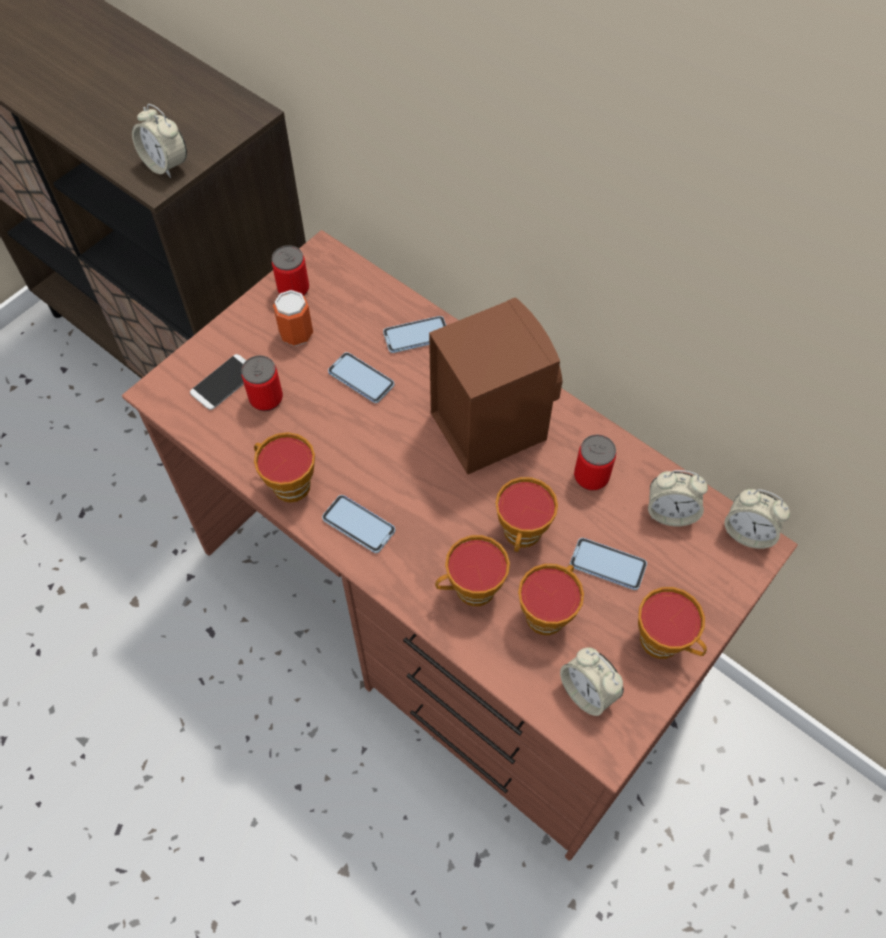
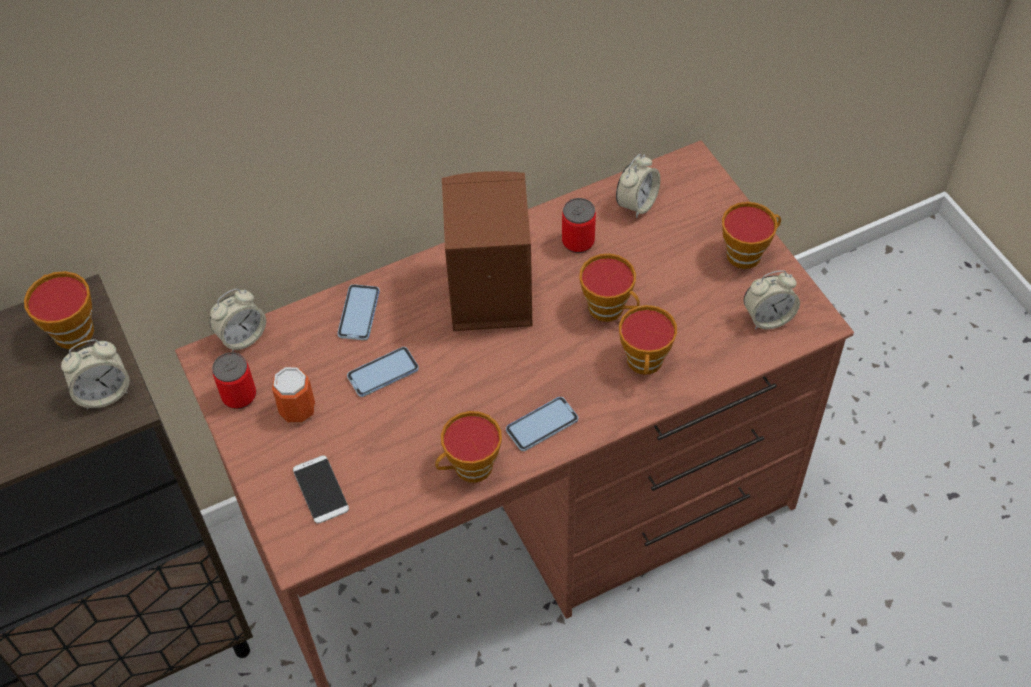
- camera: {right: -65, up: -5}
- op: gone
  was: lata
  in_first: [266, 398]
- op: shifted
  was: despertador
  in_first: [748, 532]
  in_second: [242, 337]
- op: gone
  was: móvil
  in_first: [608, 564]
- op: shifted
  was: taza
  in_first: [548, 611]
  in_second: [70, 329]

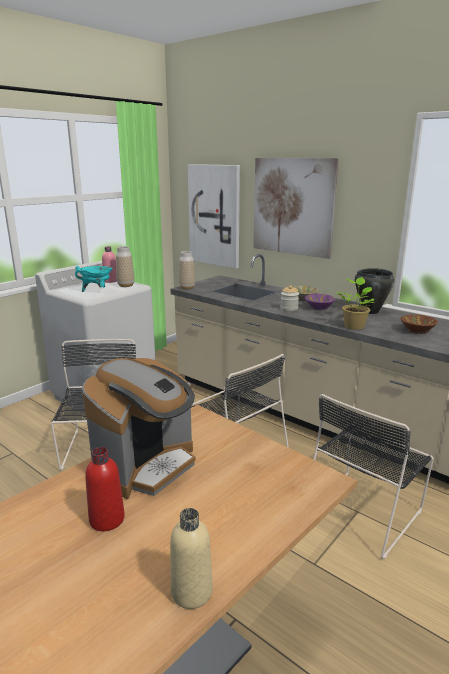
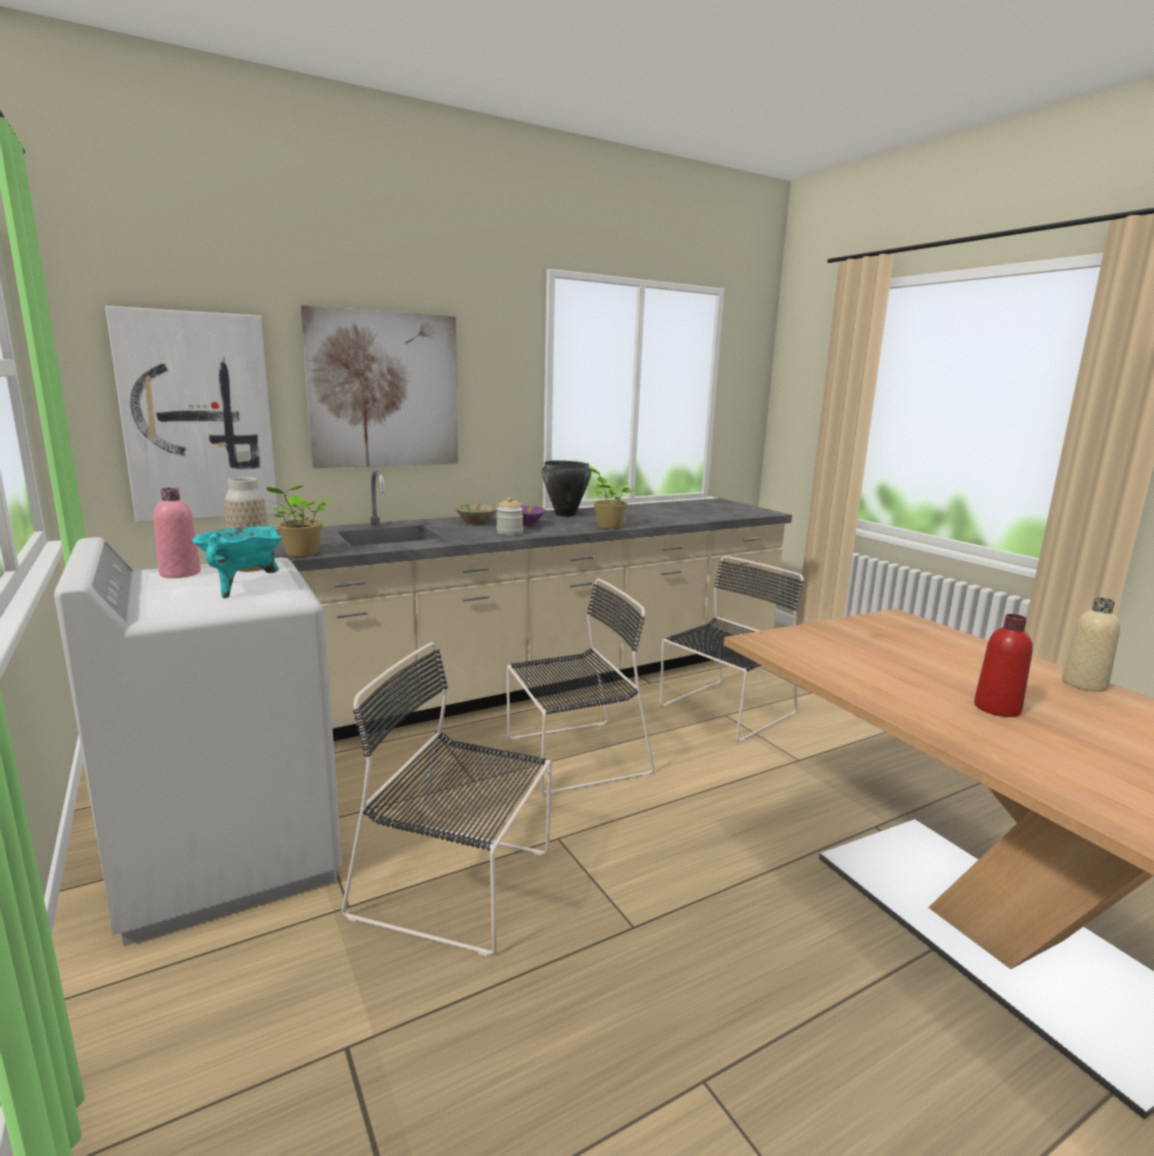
- camera: {right: -70, up: -5}
- op: swapped
  was: florero
  now: planta en maceta
  in_first: [187, 288]
  in_second: [300, 554]
- op: gone
  was: cuenco [marrón]
  in_first: [417, 331]
- op: gone
  was: cafetera
  in_first: [146, 465]
- op: rotated
  was: silla [negro]
  in_first: [364, 510]
  in_second: [724, 711]
  clockwise: -105

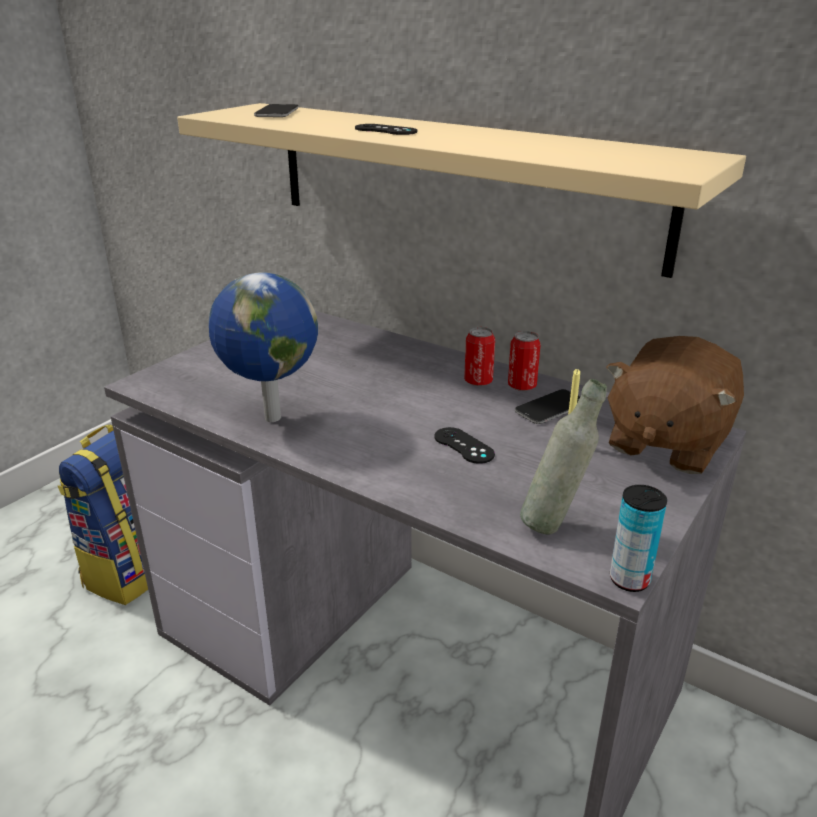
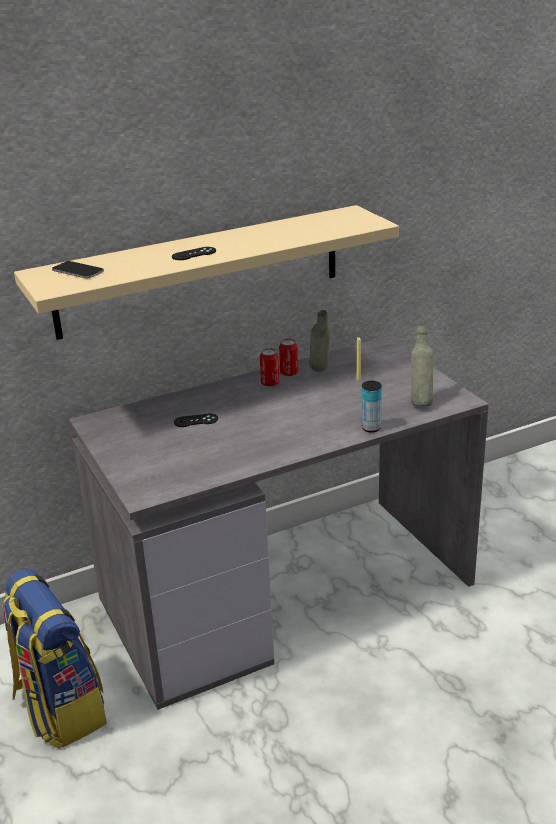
- camera: {right: -60, up: 0}
- op: gone
  was: globo terráqueo
  in_first: [270, 418]
- op: gone
  was: peluche [marrón]
  in_first: [666, 443]
- op: swapped
  was: móvil
  now: botella [gris]
  in_first: [550, 408]
  in_second: [320, 373]
- op: shifted
  was: mando de consola [negro]
  in_first: [463, 445]
  in_second: [196, 420]
- op: shifted
  was: lata
  in_first: [629, 580]
  in_second: [371, 428]

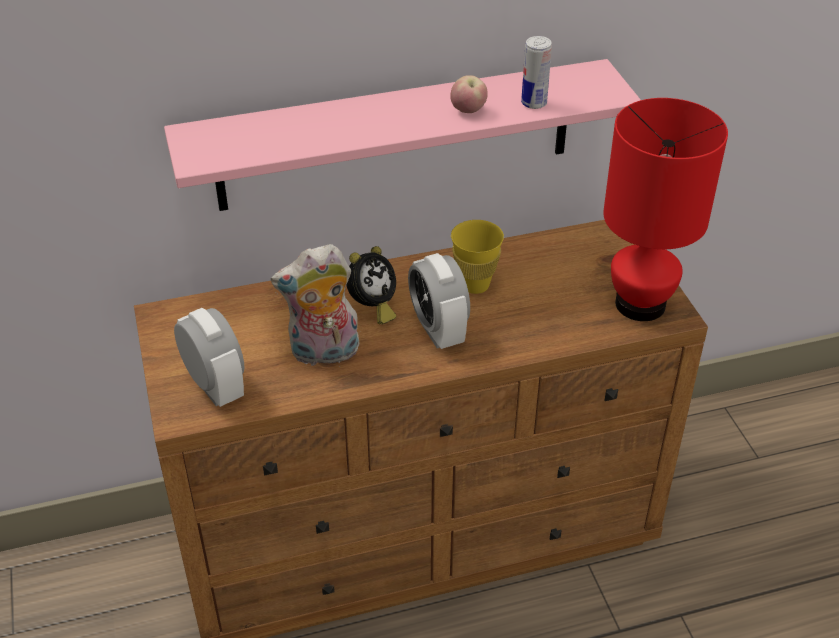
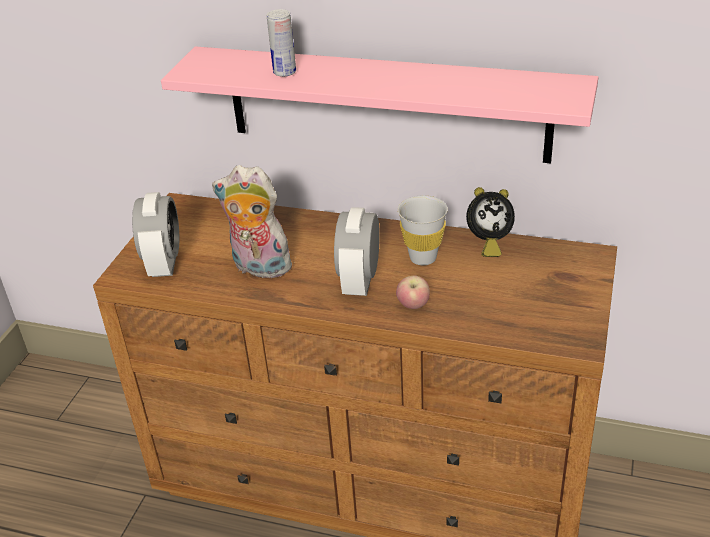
- camera: {right: 35, up: -5}
- op: shifted
  was: lata
  in_first: [534, 103]
  in_second: [284, 72]
- op: shifted
  was: manzana
  in_first: [468, 111]
  in_second: [413, 306]
- op: gone
  was: lámpara de mesa [rojo]
  in_first: [640, 303]
- op: repainted
  was: taza [amarillo]
  now: taza [blanco]
  in_first: [475, 285]
  in_second: [423, 258]
- op: shifted
  was: despertador
  in_first: [372, 307]
  in_second: [487, 243]

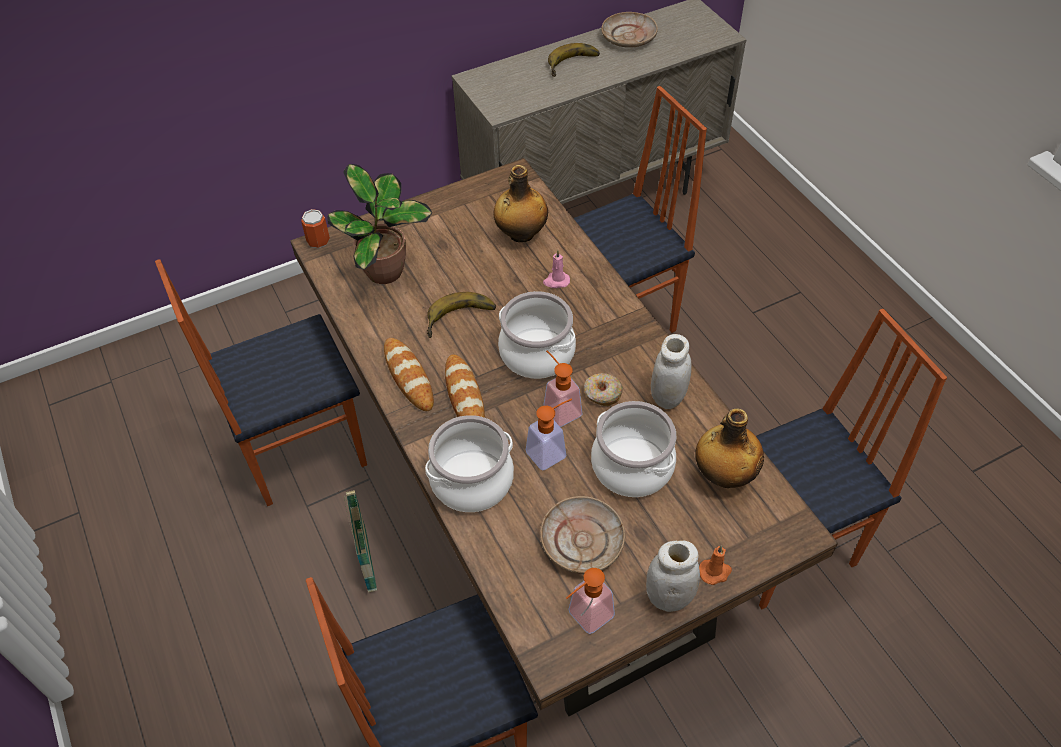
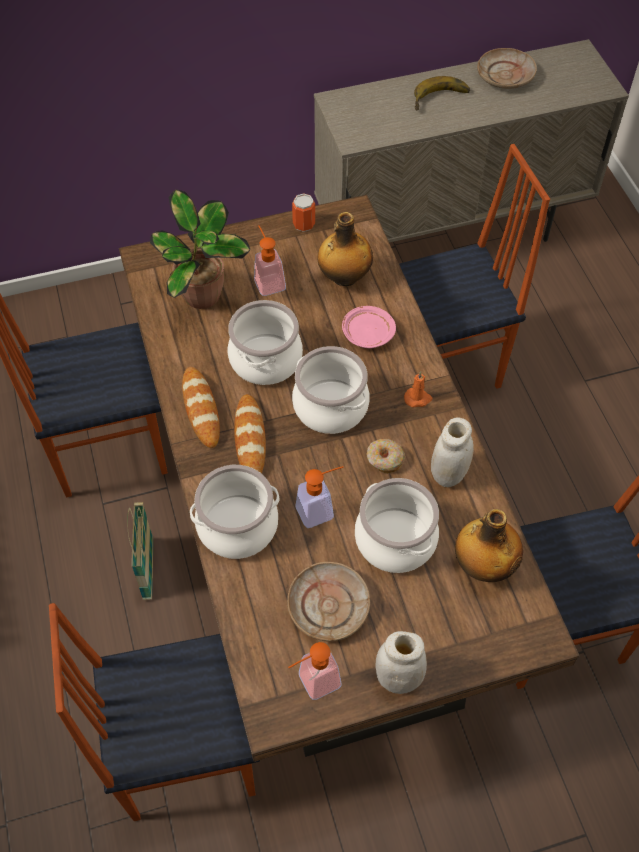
- camera: {right: 10, up: 5}
- op: shifted
  was: lata
  in_first: [318, 241]
  in_second: [304, 224]
- op: swapped
  was: vela [rosa]
  now: plato [rosa]
  in_first: [556, 281]
  in_second: [367, 333]
- op: swapped
  was: plátano
  now: olla
  in_first: [461, 320]
  in_second: [265, 359]
- op: shifted
  was: dispensador de jabón
  in_first: [558, 408]
  in_second: [268, 280]
- op: shifted
  was: vela [naranja]
  in_first: [715, 572]
  in_second: [418, 398]

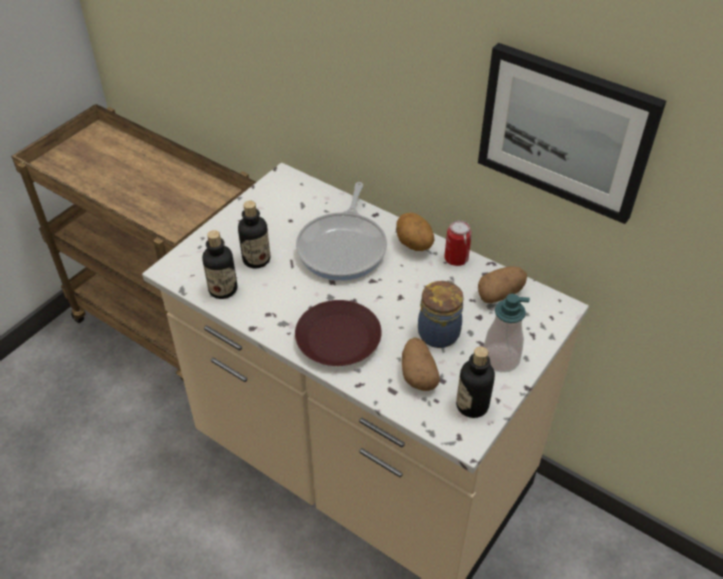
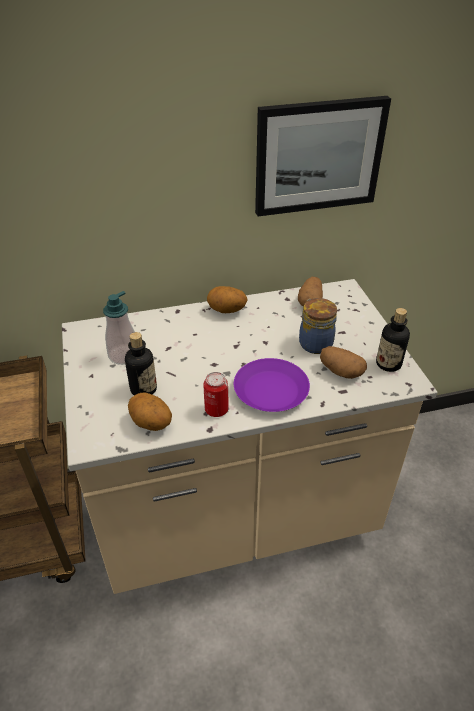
- camera: {right: -50, up: -5}
- op: gone
  was: sartén
  in_first: [344, 247]
- op: shifted
  was: lata
  in_first: [456, 259]
  in_second: [216, 410]
- op: swapped
  was: botella
  now: patata
  in_first: [223, 289]
  in_second: [151, 424]
- op: shifted
  was: dispensador de jabón
  in_first: [500, 359]
  in_second: [123, 355]
- op: repainted
  was: plato [marrón]
  now: plato [morado]
  in_first: [338, 340]
  in_second: [271, 391]

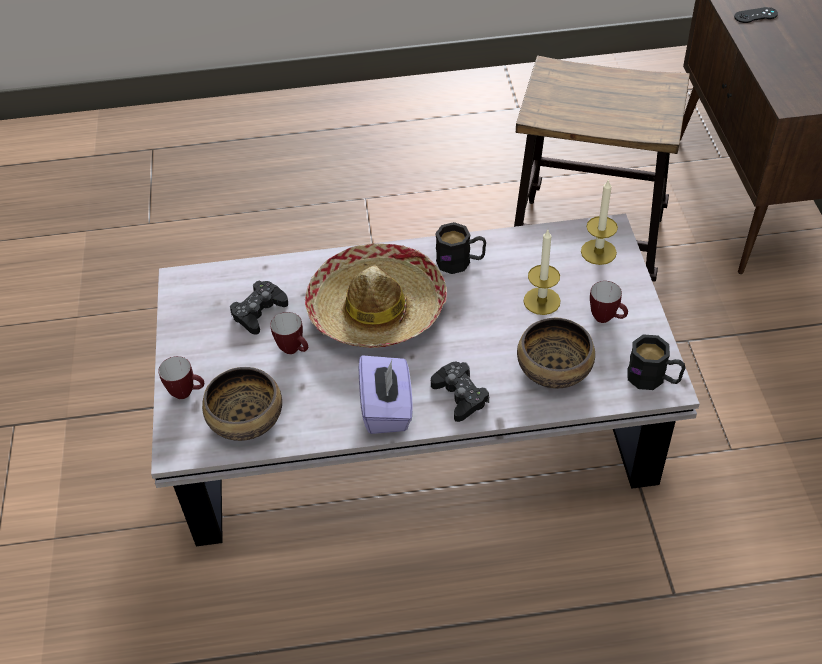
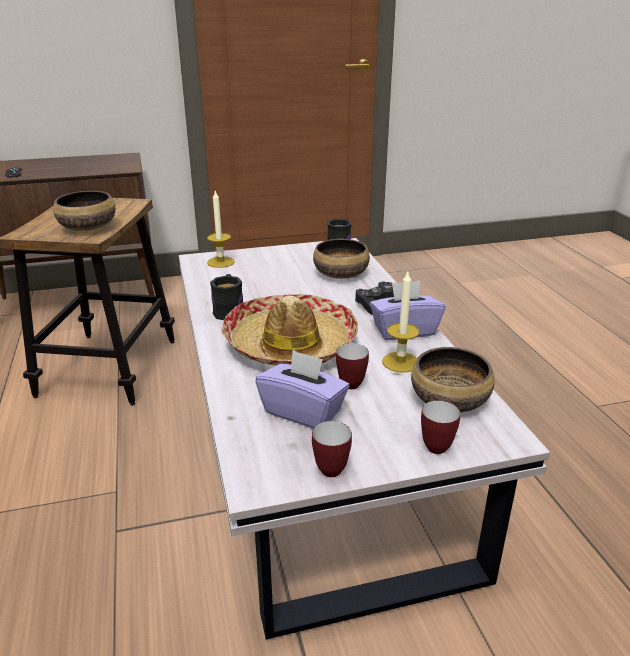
- camera: {right: -100, up: -20}
- op: shifted
  was: vela
  in_first: [541, 301]
  in_second: [400, 362]
- op: swapped
  was: mando de consola [negro]
  now: caja de pañuelos [morado]
  in_first: [259, 312]
  in_second: [303, 411]
- op: shifted
  was: taza grande
  in_first: [607, 318]
  in_second: [332, 467]
- op: new
  now: cuenco
  in_second: [88, 227]

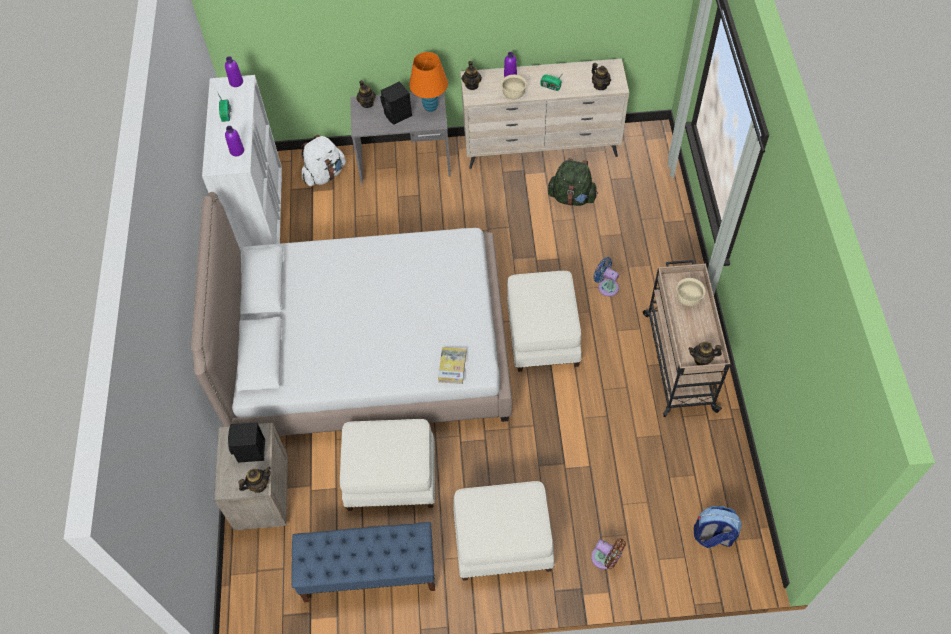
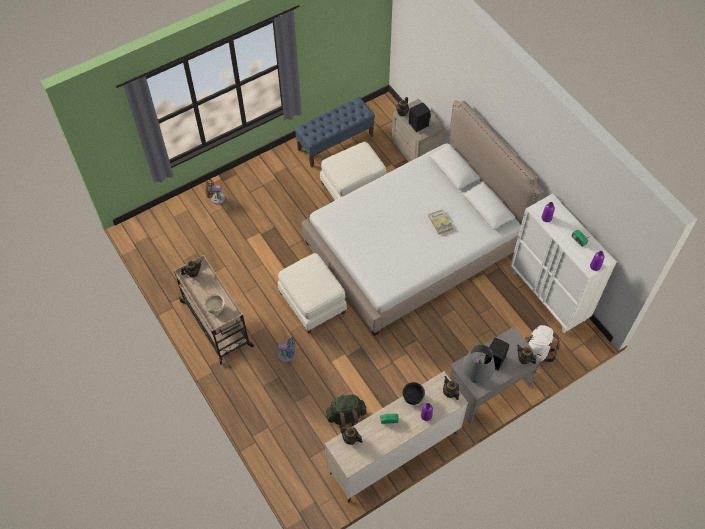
- camera: {right: 150, up: 0}
- op: repainted
  was: lámpara de mesa [naranja]
  now: lámpara de mesa [gris]
  in_first: [430, 107]
  in_second: [475, 378]
- op: repainted
  was: cuenco [beis]
  now: cuenco [negro]
  in_first: [513, 95]
  in_second: [413, 398]
- op: shifted
  was: libro
  in_first: [452, 366]
  in_second: [440, 222]
- op: gone
  was: puf [blanco]
  in_first: [503, 541]
- op: gone
  was: mochila
  in_first: [712, 536]

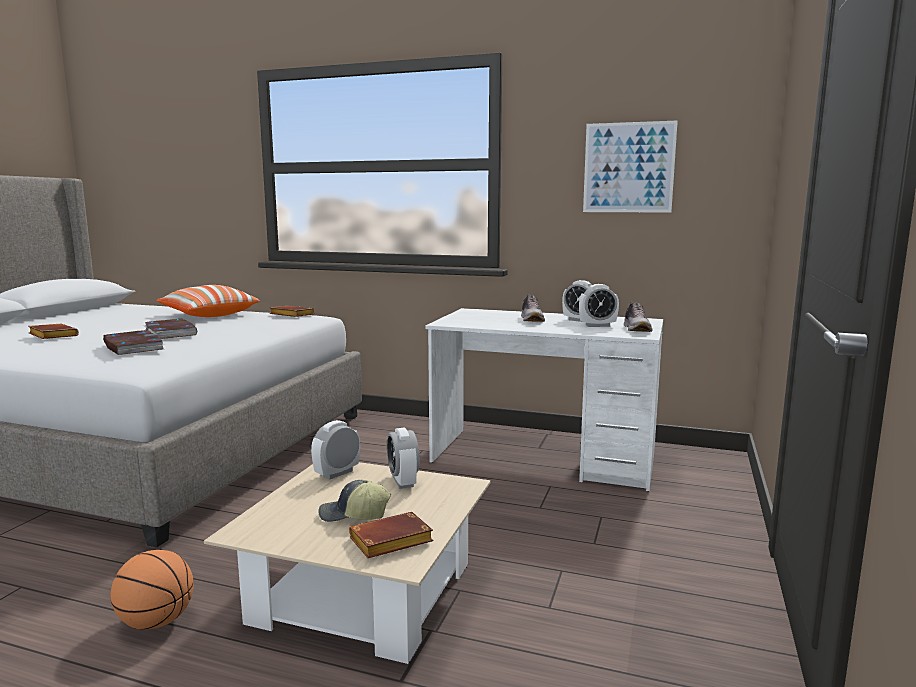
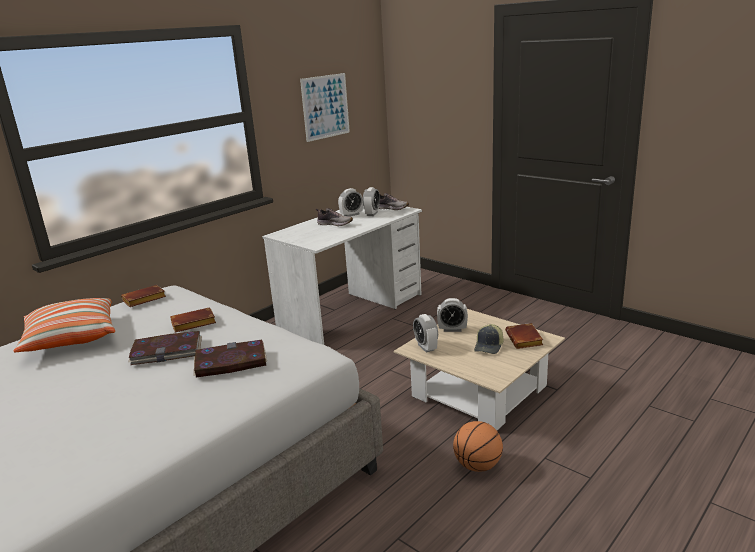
- camera: {right: -65, up: 10}
- op: shifted
  was: libro [marrón]
  in_first: [51, 336]
  in_second: [192, 324]

